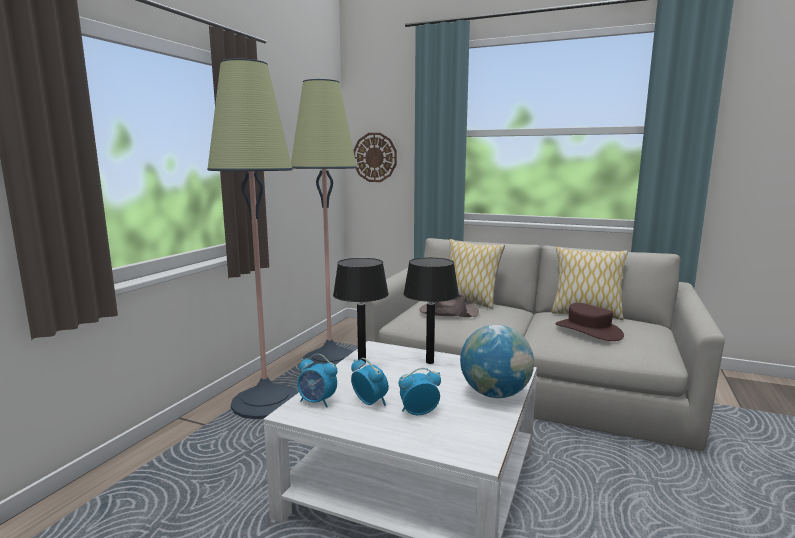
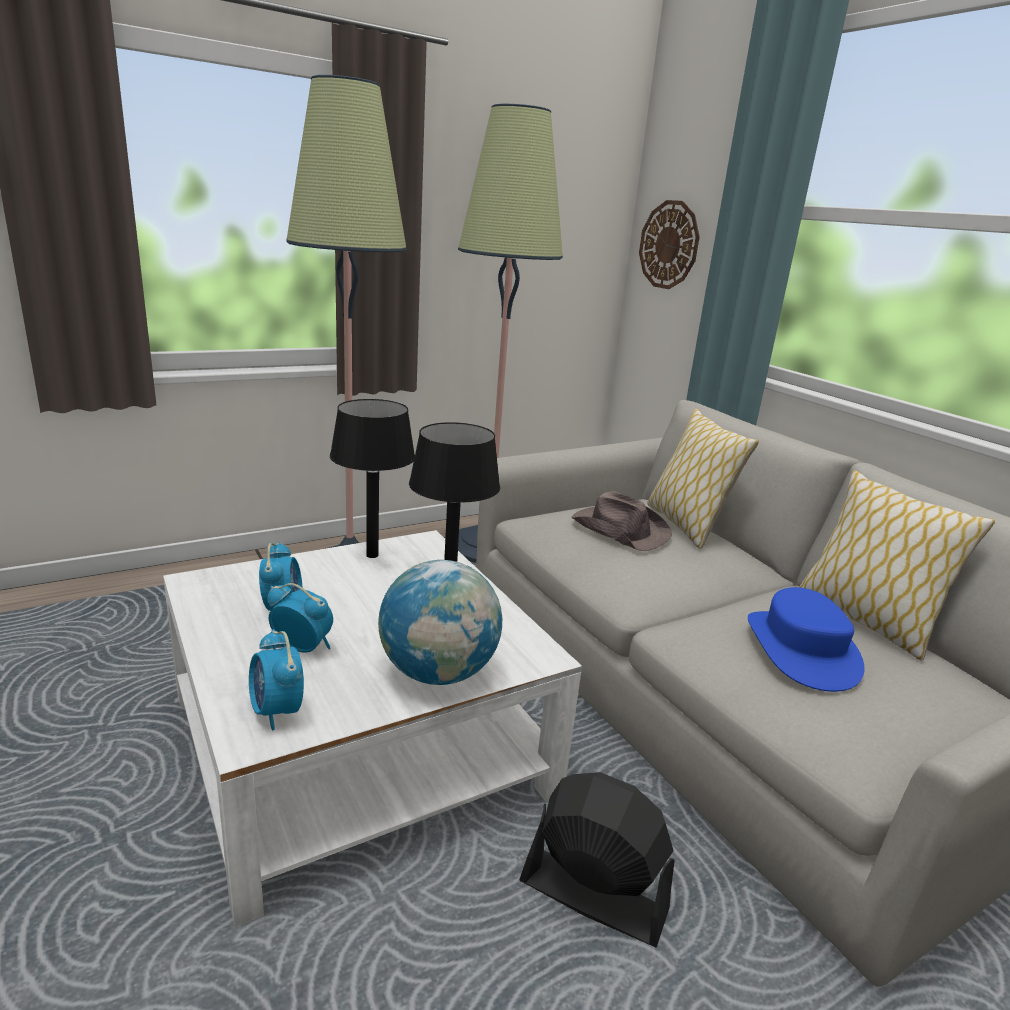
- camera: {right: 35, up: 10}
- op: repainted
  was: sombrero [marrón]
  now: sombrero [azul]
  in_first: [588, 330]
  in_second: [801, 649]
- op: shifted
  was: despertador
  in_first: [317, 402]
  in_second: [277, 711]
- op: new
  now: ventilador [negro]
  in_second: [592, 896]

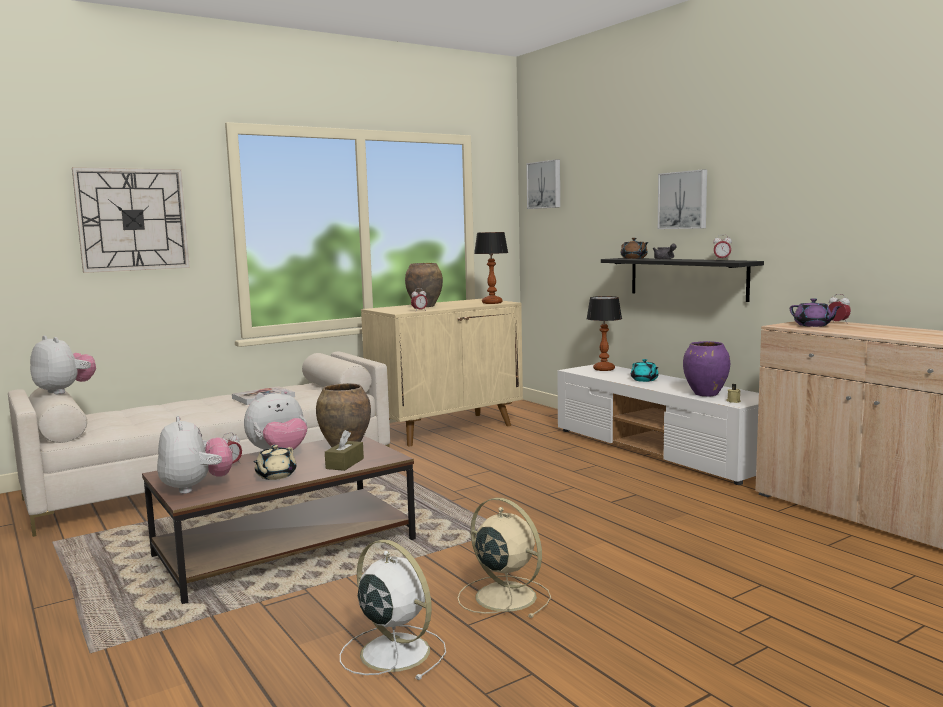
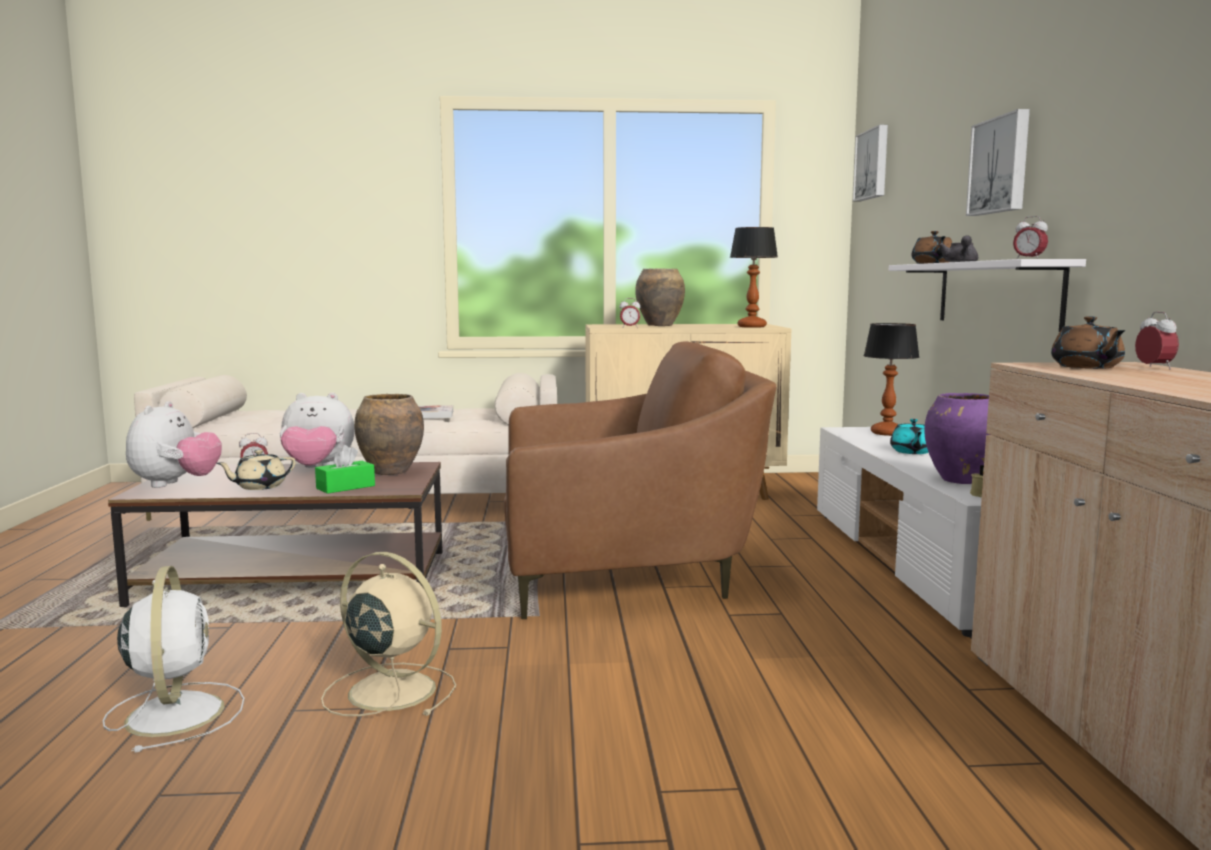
- camera: {right: 30, up: 0}
- op: gone
  was: reloj de pared
  in_first: [132, 219]
- op: repainted
  was: estante [negro]
  now: estante [blanco]
  in_first: [687, 278]
  in_second: [997, 294]
- op: repainted
  was: tetera [morado]
  now: tetera [marrón]
  in_first: [813, 325]
  in_second: [1086, 367]
- op: gone
  was: peluche
  in_first: [64, 391]
- op: repainted
  was: caja de pañuelos [marrón]
  now: caja de pañuelos [verde]
  in_first: [345, 463]
  in_second: [345, 487]
- op: rotated
  was: ventilador [beis]
  in_first: [503, 596]
  in_second: [389, 690]
  clockwise: -45
- op: new
  now: sillón [marrón]
  in_second: [626, 573]

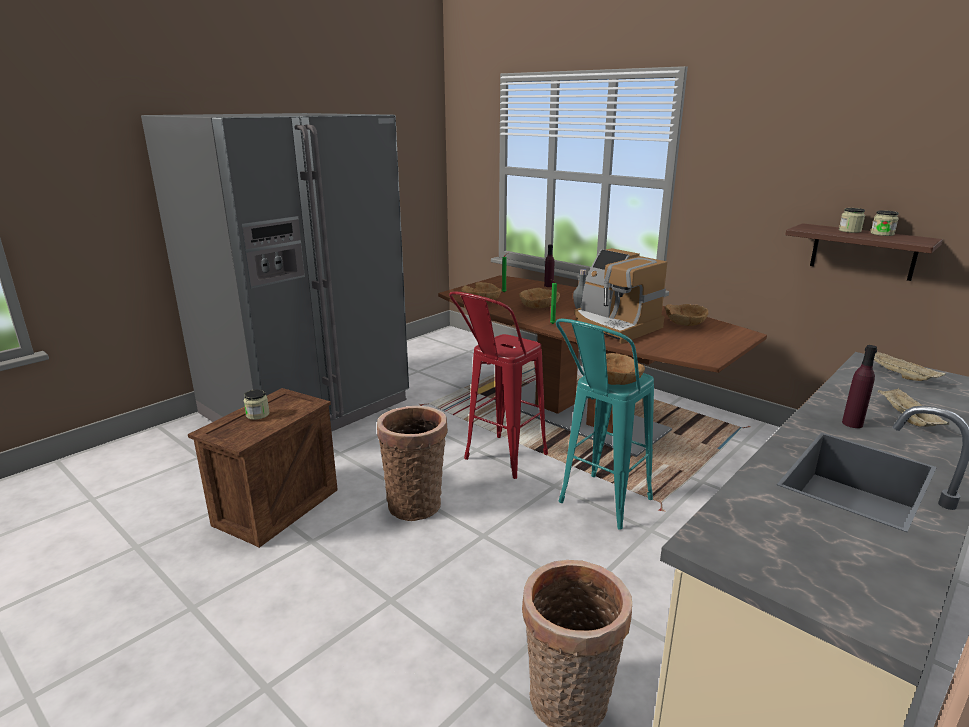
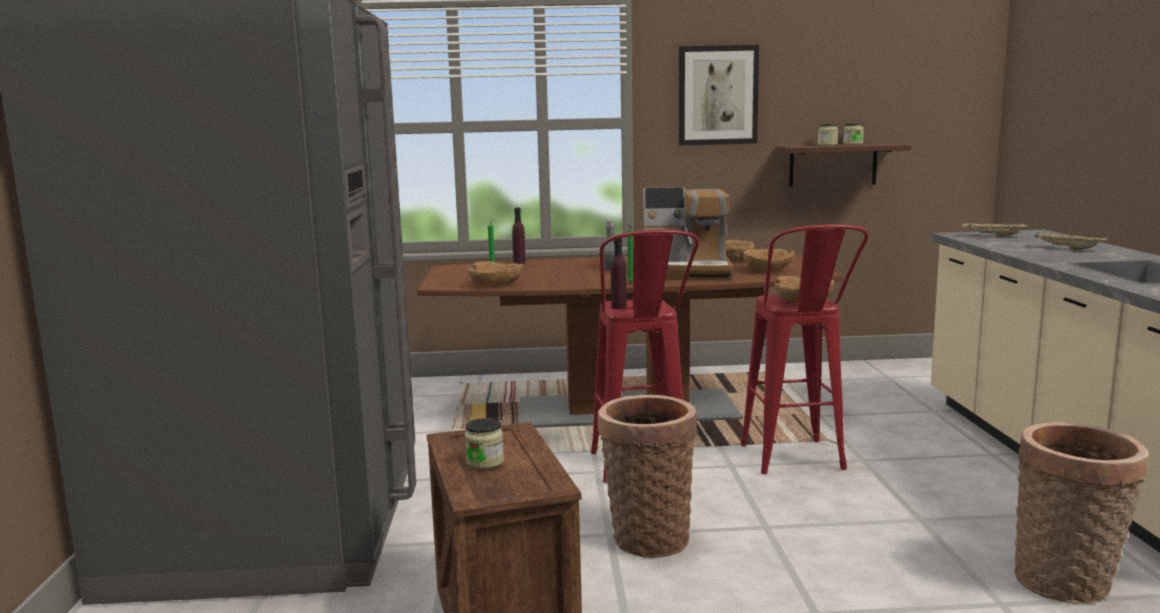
- camera: {right: -45, up: -10}
- op: shifted
  was: cuenco [marrón]
  in_first: [539, 307]
  in_second: [767, 270]
- op: repainted
  was: taburete [turquesa]
  now: taburete [rojo]
  in_first: [598, 507]
  in_second: [797, 464]
- op: shifted
  was: botella [morado]
  in_first: [852, 423]
  in_second: [618, 307]
- op: new
  now: cuadro
  in_second: [717, 95]

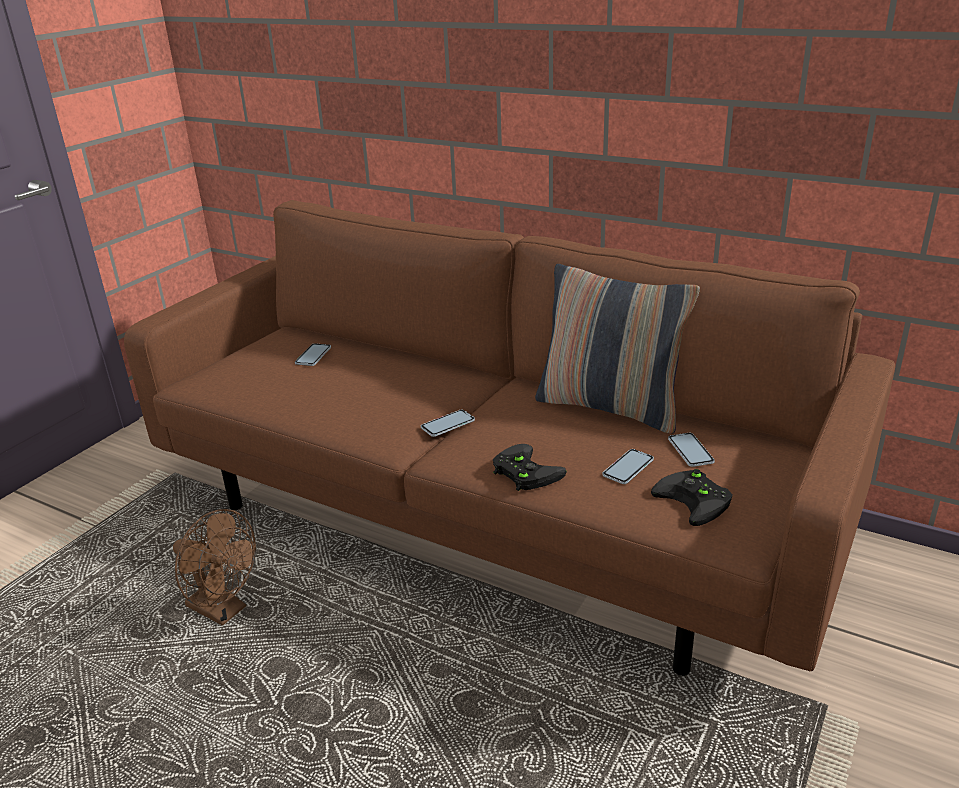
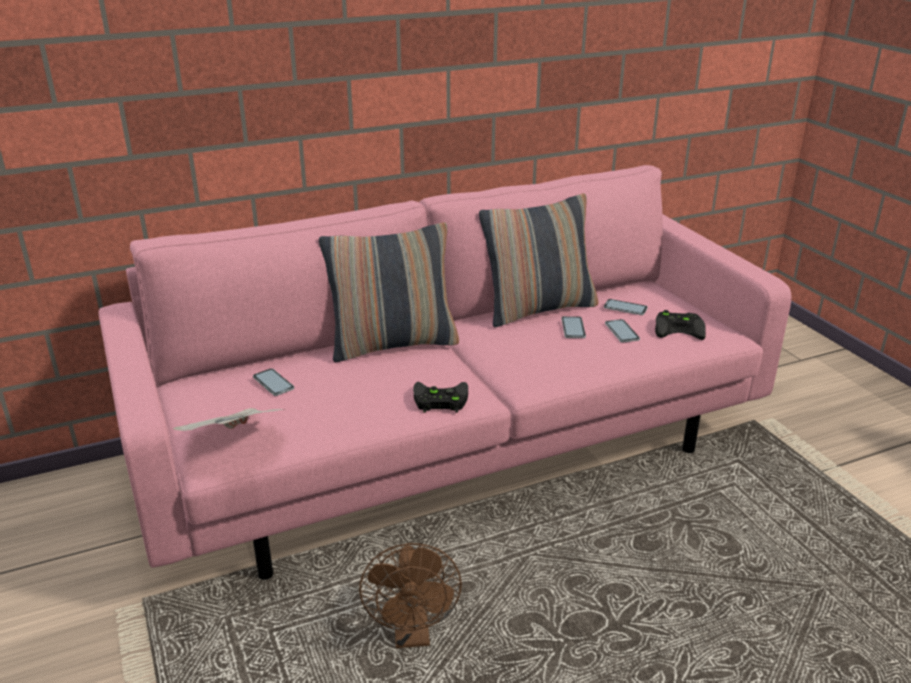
- camera: {right: -55, up: 0}
- op: repainted
  was: sofá [marrón]
  now: sofá [rosa]
  in_first: [485, 515]
  in_second: [455, 450]
- op: shifted
  was: móvil
  in_first: [448, 424]
  in_second: [573, 328]
- op: shifted
  was: mando de consola [negro]
  in_first: [523, 472]
  in_second: [438, 400]
- op: rotated
  was: ventilador [marrón]
  in_first: [224, 610]
  in_second: [413, 634]
  clockwise: 105
- op: new
  now: cojín
  in_second: [393, 344]
- op: new
  now: periódico
  in_second: [235, 442]

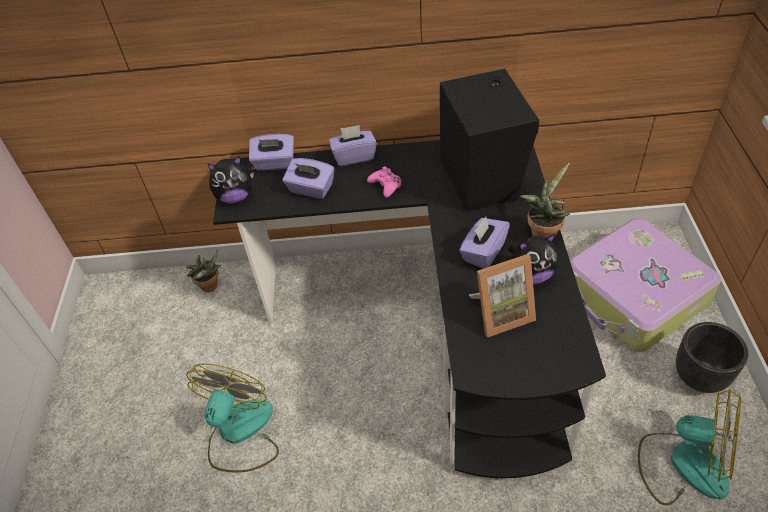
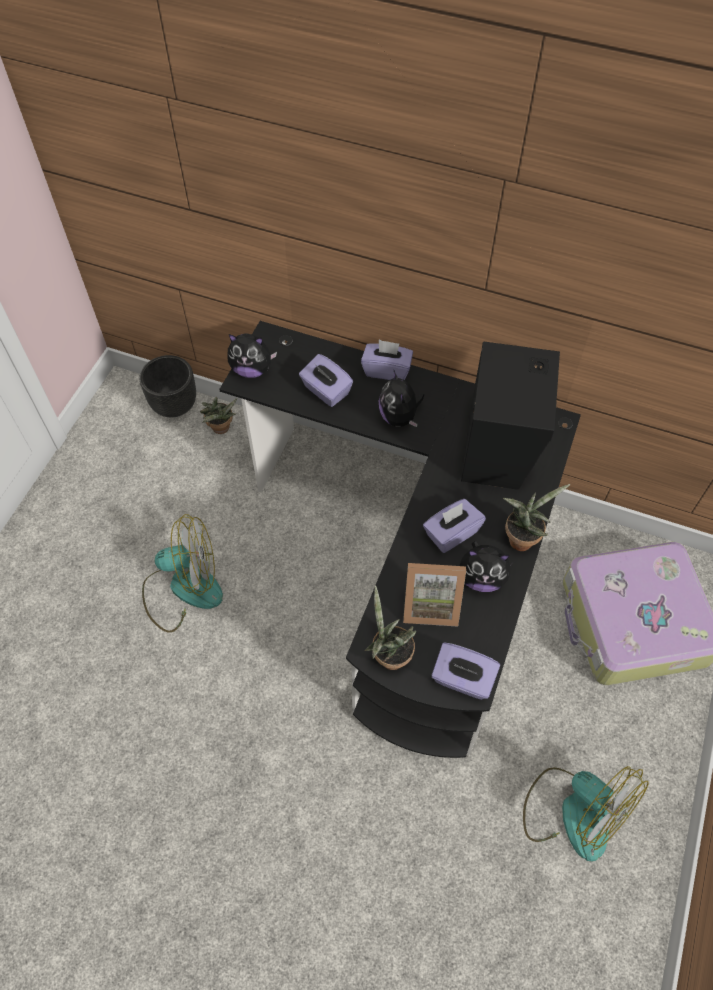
- camera: {right: 20, up: 10}
- op: shifted
  was: caja de pañuelos [morado]
  in_first: [275, 163]
  in_second: [462, 679]
- op: swapped
  was: mando de consola [rosa]
  now: peluche
  in_first: [386, 185]
  in_second: [399, 417]
- op: shifted
  was: maceta [negro]
  in_first: [699, 376]
  in_second: [175, 405]
- op: rotated
  was: ventilador
  in_first: [240, 433]
  in_second: [183, 589]
  clockwise: 45
- op: new
  now: planta en maceta
  in_second: [389, 655]

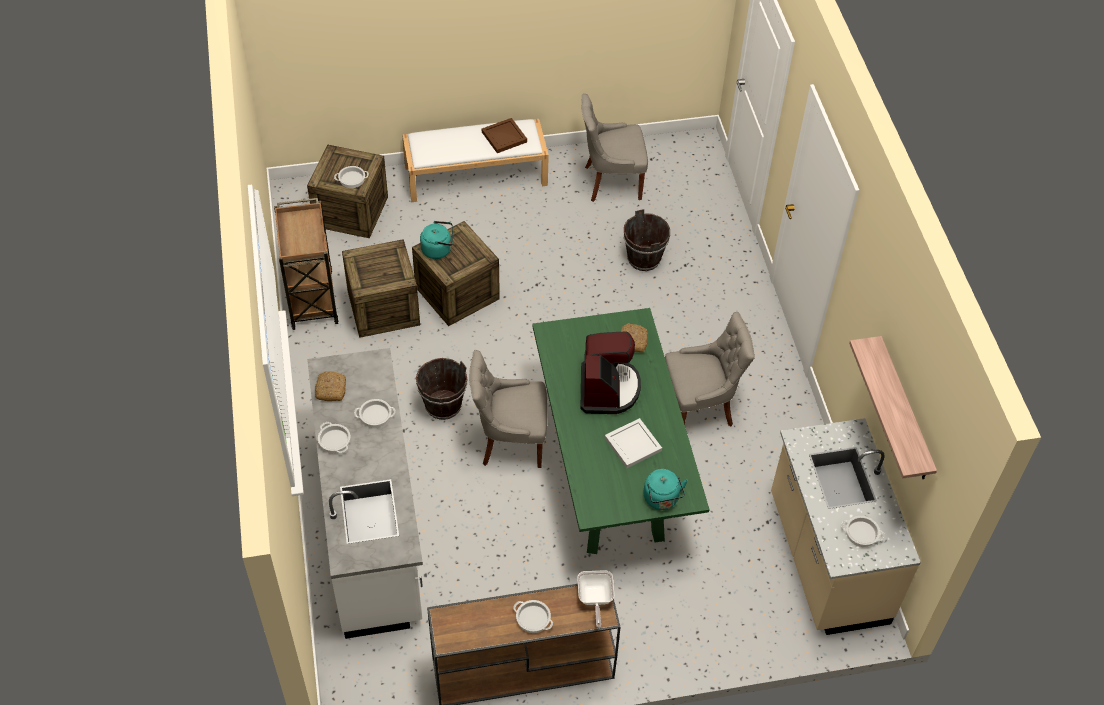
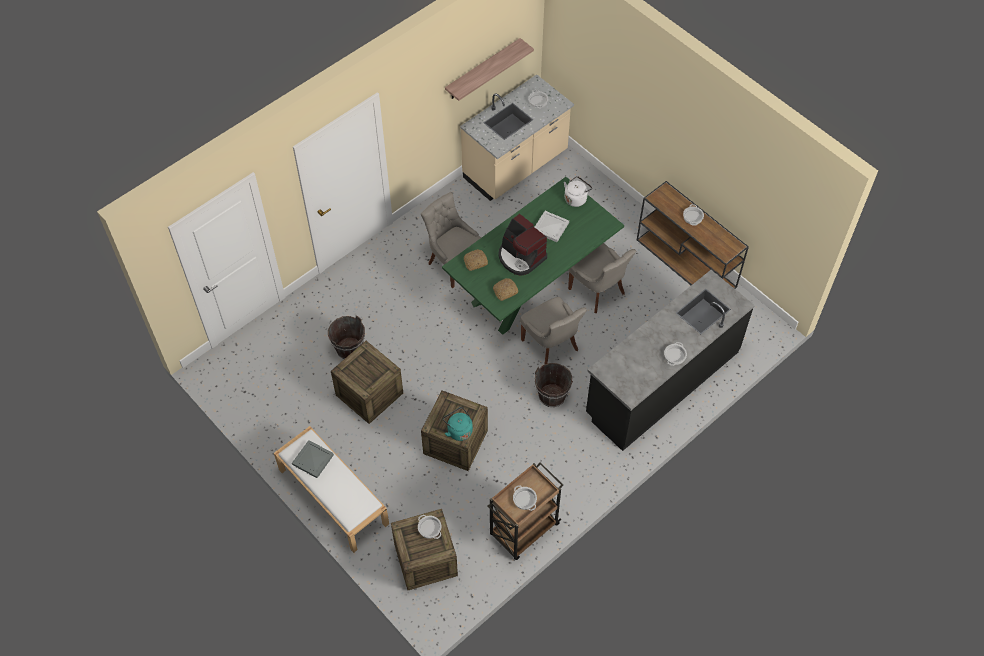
- camera: {right: -120, up: 5}
- op: shifted
  was: silla [gris]
  in_first: [611, 182]
  in_second: [598, 291]
- op: repainted
  was: bandeja [marrón]
  now: bandeja [gris]
  in_first: [505, 137]
  in_second: [312, 459]
- op: shifted
  was: caja de embalaje
  in_first: [383, 308]
  in_second: [369, 394]
- op: rotated
  was: cafetera
  in_first: [608, 389]
  in_second: [521, 257]
  clockwise: -105
- op: repainted
  was: mueble bajo de cocina [blanco]
  now: mueble bajo de cocina [negro]
  in_first: [372, 524]
  in_second: [662, 382]
- op: shifted
  was: pan
  in_first: [330, 389]
  in_second: [505, 291]
- op: shifted
  was: olla
  in_first: [375, 415]
  in_second: [524, 499]
- op: repainted
  was: hervidor [turquesa]
  now: hervidor [blanco]
  in_first: [662, 499]
  in_second: [576, 198]
- op: gone
  was: sartén
  in_first: [594, 599]

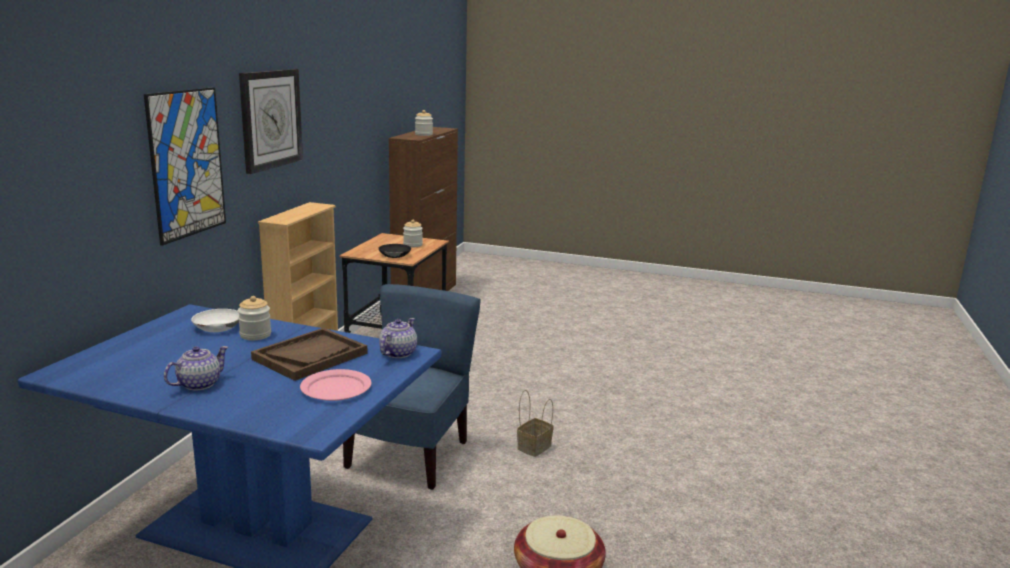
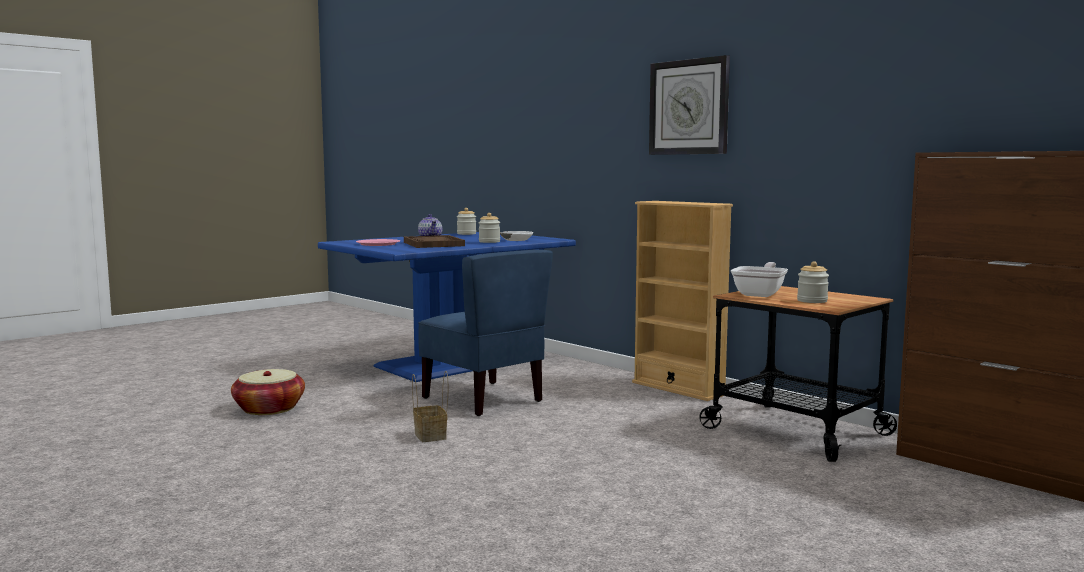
- camera: {right: 120, up: -10}
- op: gone
  was: cuadro
  in_first: [187, 164]
- op: shifted
  was: tarro
  in_first: [423, 134]
  in_second: [466, 234]
- op: swapped
  was: cuenco [negro]
  now: sartén
  in_first: [394, 255]
  in_second: [760, 294]
- op: gone
  was: tetera
  in_first: [397, 353]

